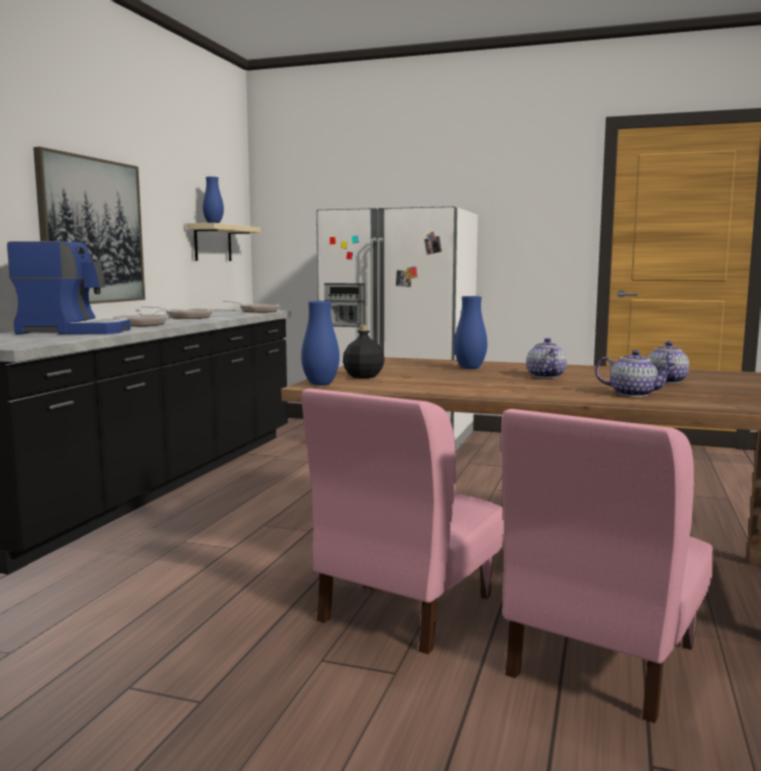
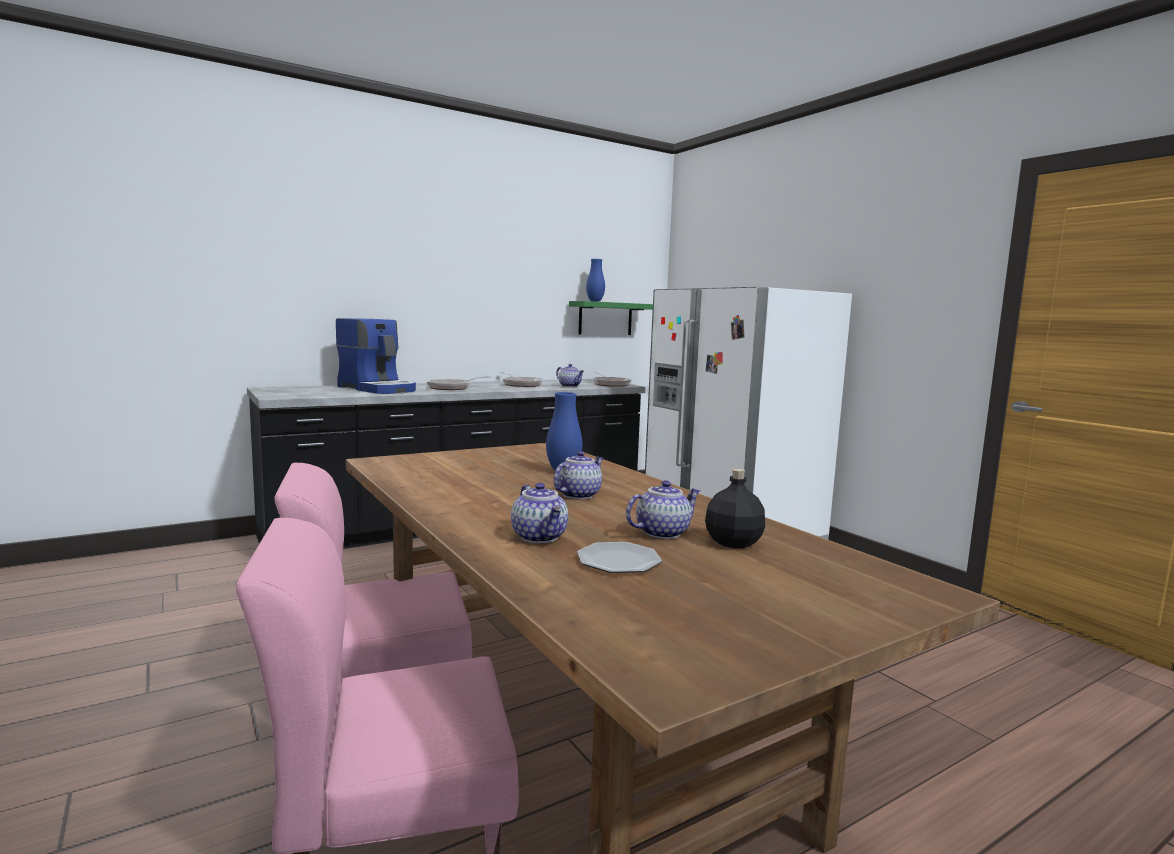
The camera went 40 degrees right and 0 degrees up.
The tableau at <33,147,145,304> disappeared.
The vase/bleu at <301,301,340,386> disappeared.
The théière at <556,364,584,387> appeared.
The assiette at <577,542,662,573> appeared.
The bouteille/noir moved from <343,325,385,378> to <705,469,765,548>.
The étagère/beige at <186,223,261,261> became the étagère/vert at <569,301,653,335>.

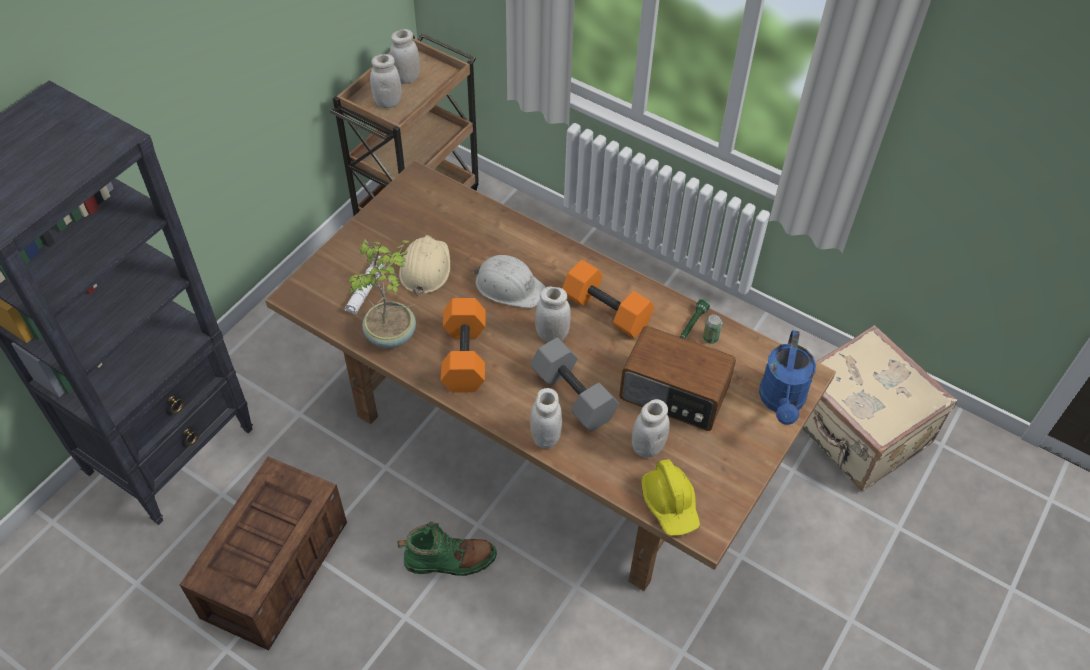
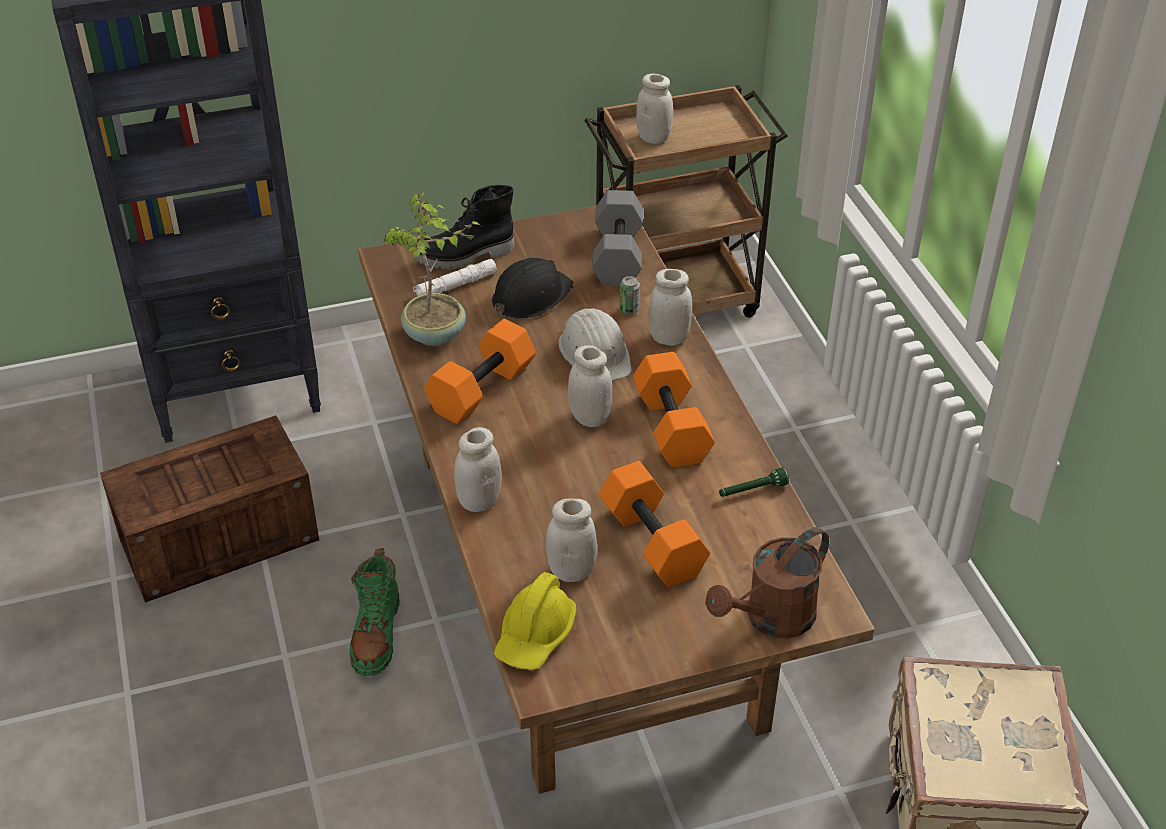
The camera went 40 degrees right and 10 degrees down.
The botte/noir at <415,185,514,269> appeared.
The bocal/blanc moved from <390,29,420,84> to <649,269,692,346>.
The haltère/gris moved from <530,337,620,432> to <592,190,643,286>.
The boîte métallique moved from <703,314,722,344> to <620,276,640,315>.
The radio at <619,326,736,431> was replaced by the haltère/orange at <599,461,710,588>.
The casque de chantier/beige at <399,235,450,296> became the casque de chantier/noir at <492,258,574,319>.
The arrosoir/bleu at <759,330,816,425> became the arrosoir/marron at <705,527,829,639>.
The botte/vert at <397,522,497,576> turned 60 degrees clockwise.

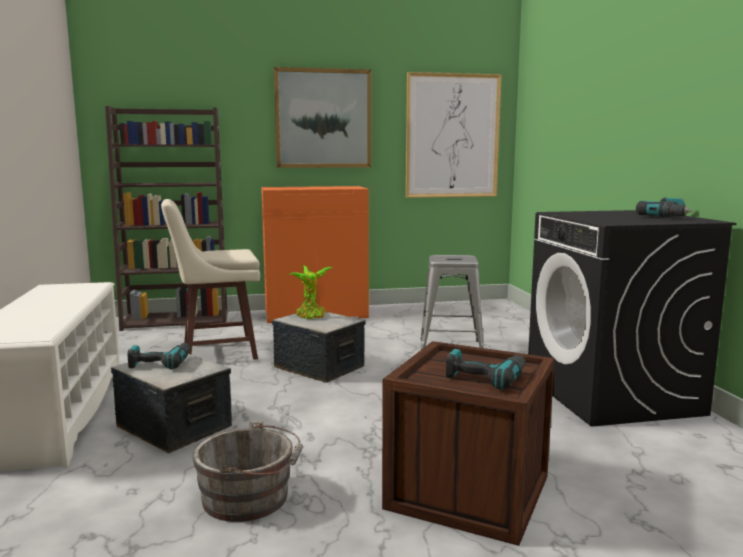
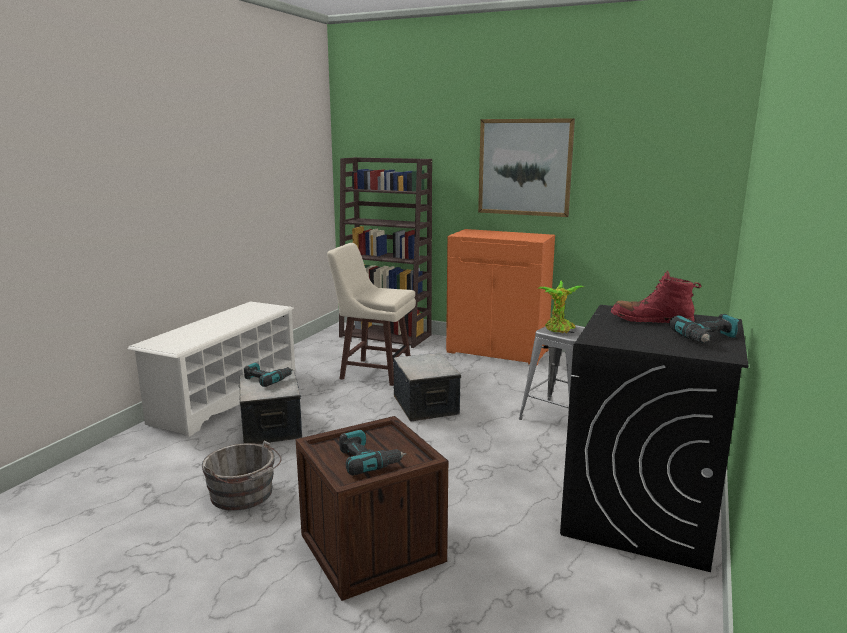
The camera went 35 degrees right and 5 degrees up.
The tableau at <406,72,502,198> disappeared.
The botte/rouge at <611,270,701,323> appeared.
The plante en pot moved from <289,265,332,319> to <537,280,584,333>.

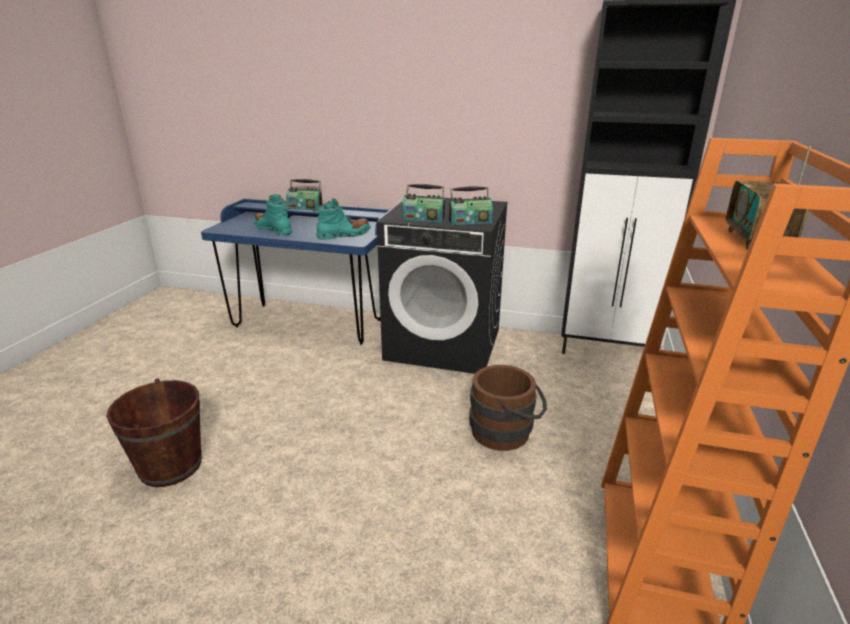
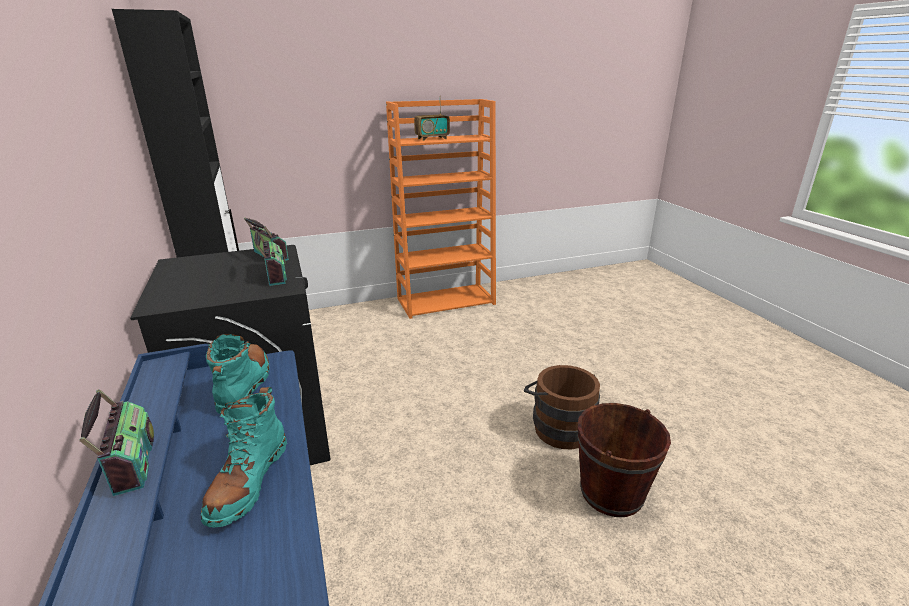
The camera went 125 degrees left and 0 degrees up.
The seau/marron moved from <469,365,547,451> to <524,365,600,449>.
The botte/turquoise at <313,198,371,240> turned 60 degrees clockwise.

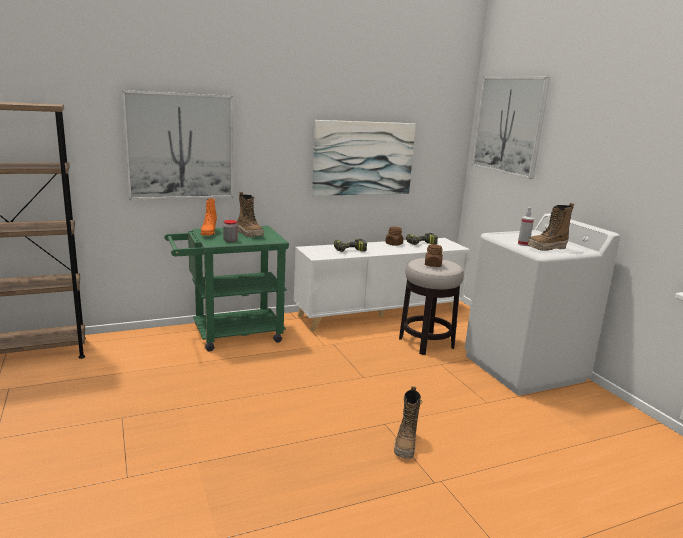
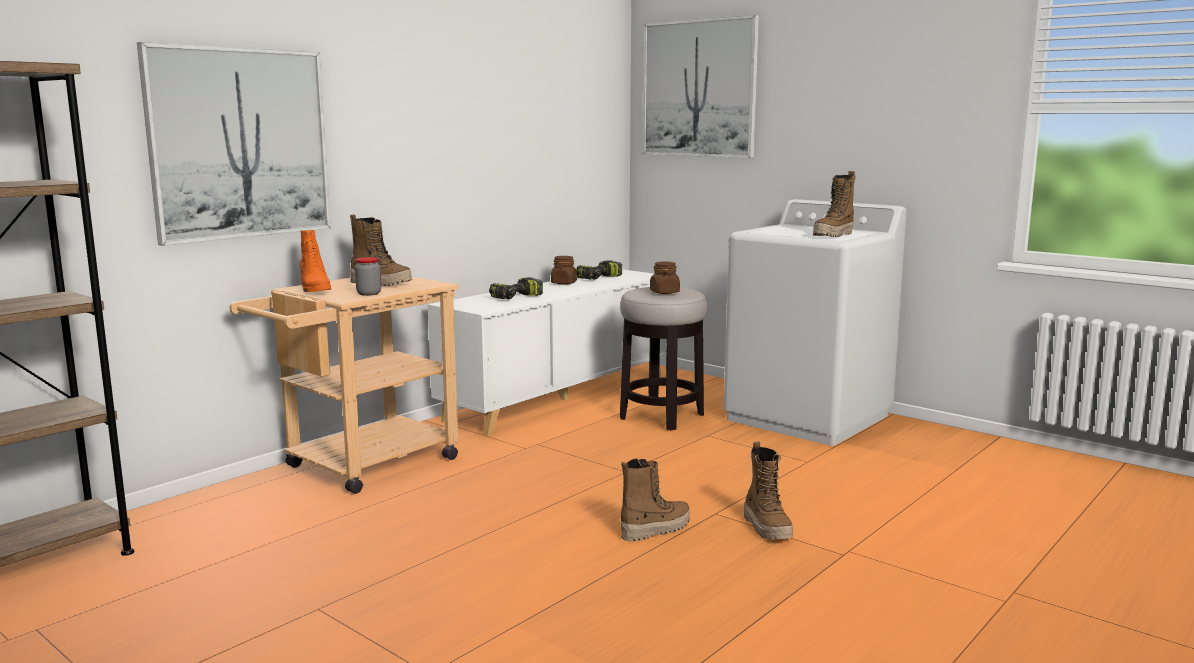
The camera went 25 degrees left and 5 degrees down.
The tableau at <312,120,416,196> disappeared.
The vaporisateur at <518,207,534,246> disappeared.
The botte at <620,458,690,542> appeared.
The chariot/vert at <164,226,289,351> became the chariot/beige at <229,277,459,494>.

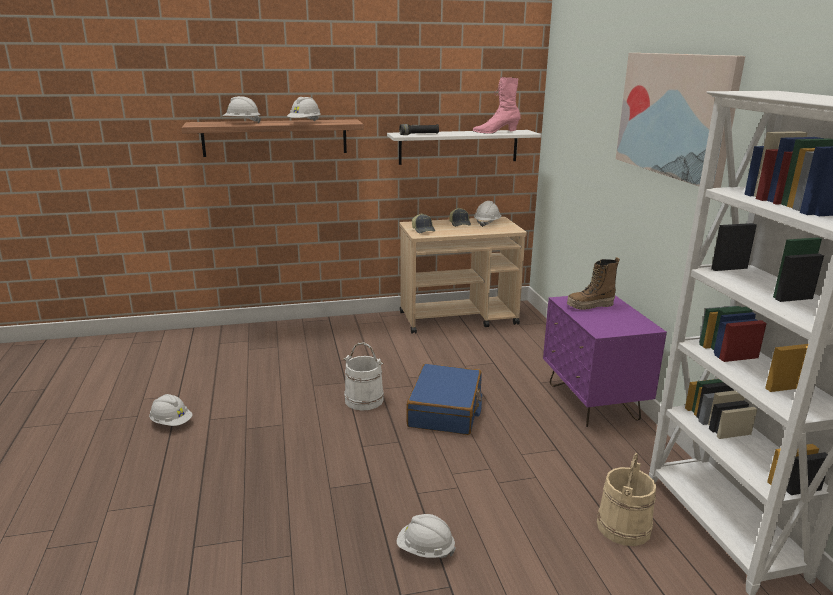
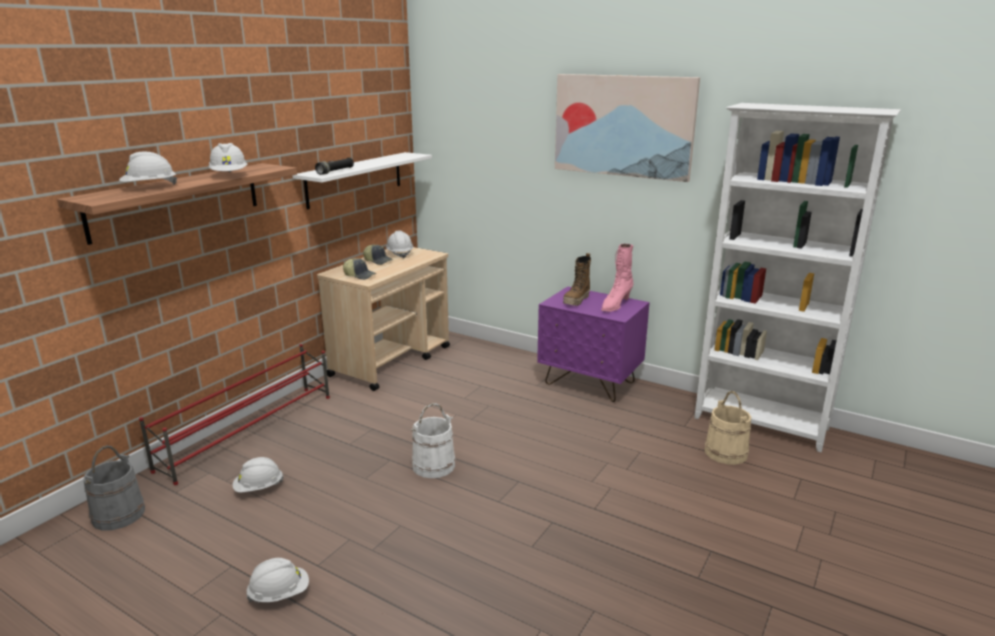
The camera went 45 degrees left and 0 degrees up.
The valise/bleu at <406,364,482,435> disappeared.
The seau/gris at <83,446,145,531> appeared.
The étagère à chaussures/rouge at <139,344,330,485> appeared.
The casque de chantier/blanc moved from <397,514,456,558> to <233,457,283,493>.
The botte/rose moved from <472,77,521,134> to <601,244,633,312>.

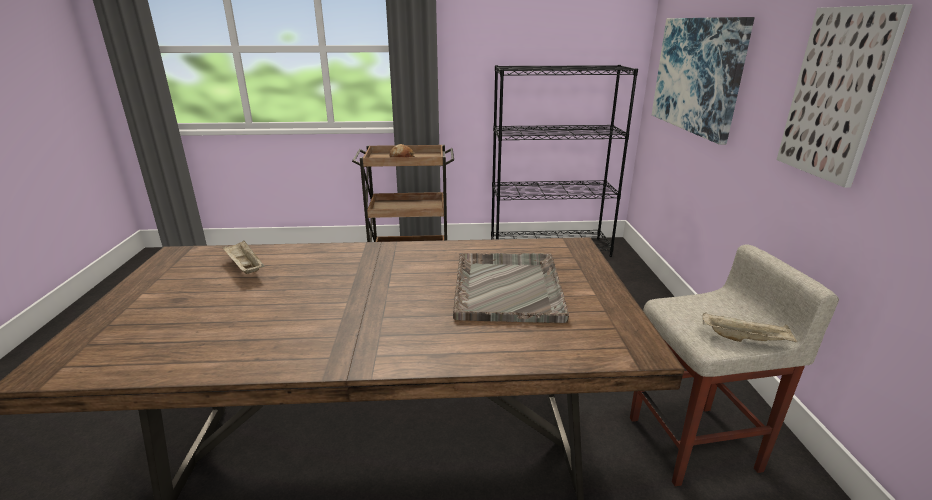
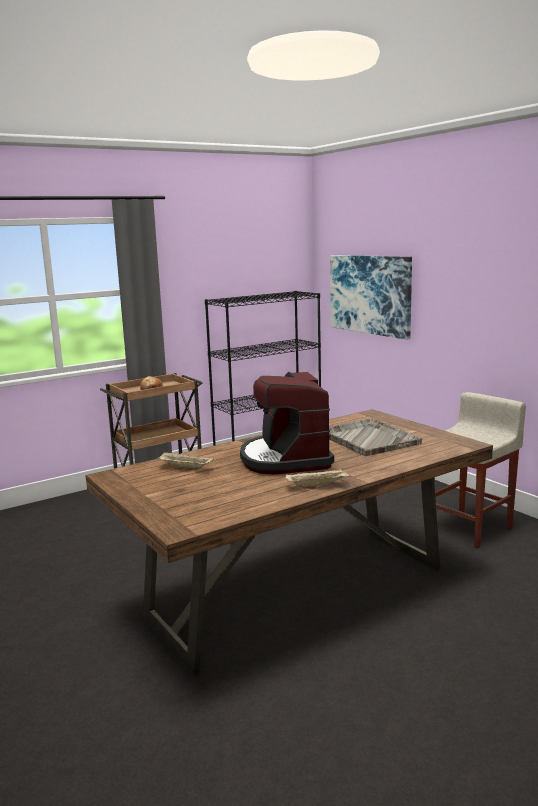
The camera went 30 degrees left and 10 degrees down.
The tableau at <777,4,913,188> disappeared.
The machine à café at <240,372,334,474> appeared.
The plateau/beige moved from <703,313,798,342> to <285,467,350,489>.

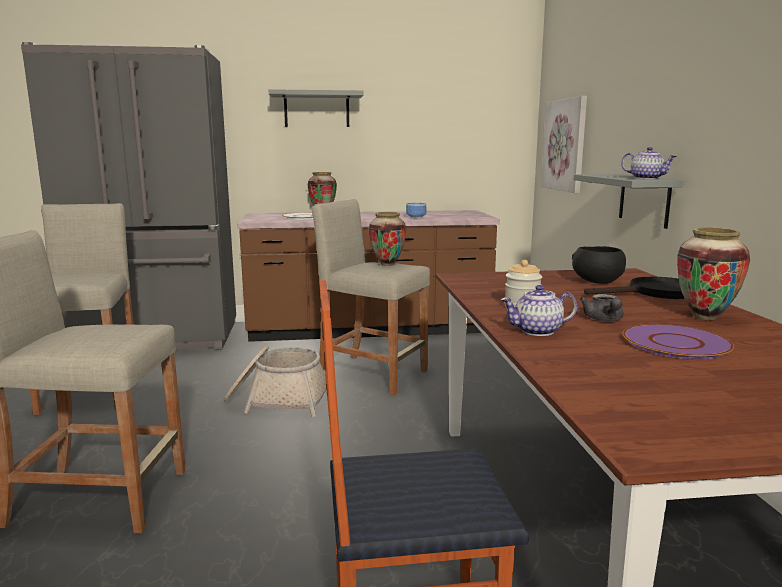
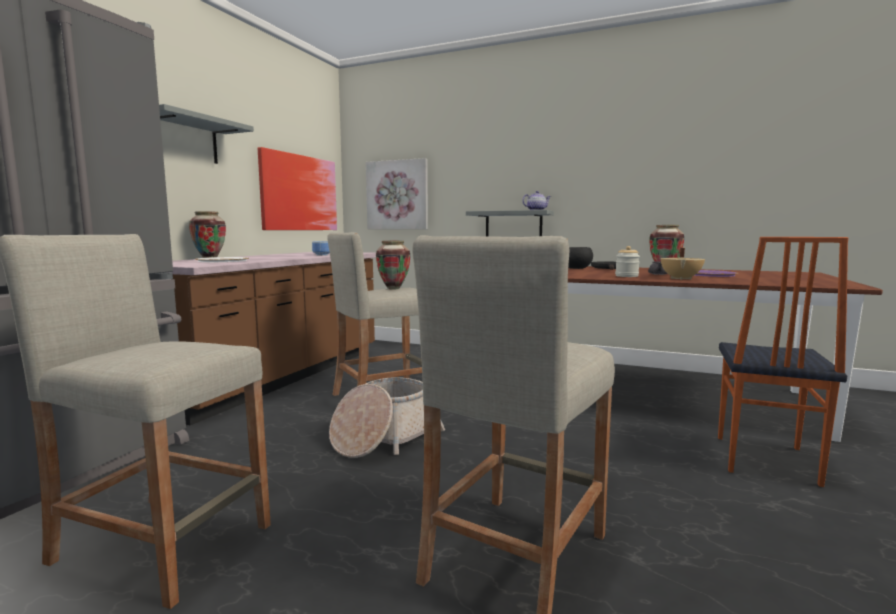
The camera went 60 degrees left and 5 degrees down.
The tableau at <258,147,337,230> appeared.
The théière at <501,285,577,336> was replaced by the marmite/beige at <660,248,705,280>.

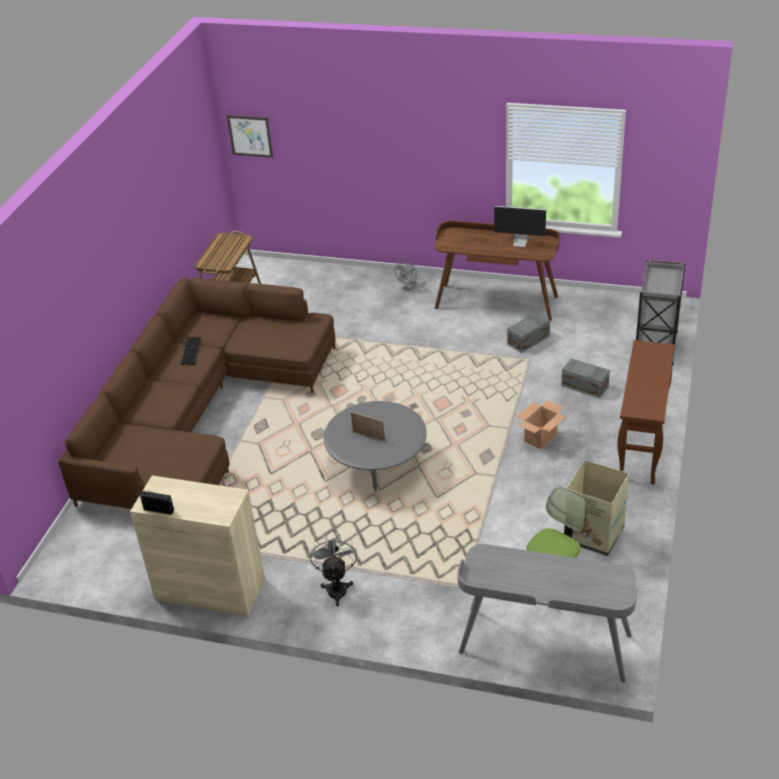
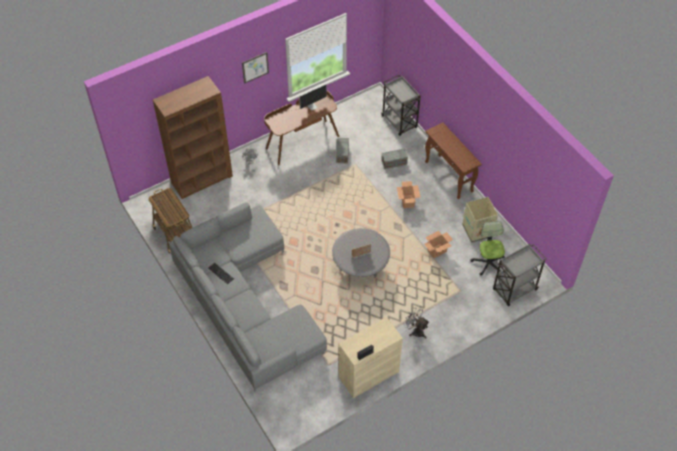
The camera went 50 degrees left and 15 degrees up.
The bibliothèque/marron at <153,76,233,199> appeared.
The carton at <424,231,453,258> appeared.
The tableau moved from <227,115,273,158> to <242,52,269,84>.
The bureau/gris at <457,544,638,683> was replaced by the chariot/gris at <493,244,546,306>.
The canapé/marron at <58,277,336,509> became the canapé/gris at <169,202,327,391>.

